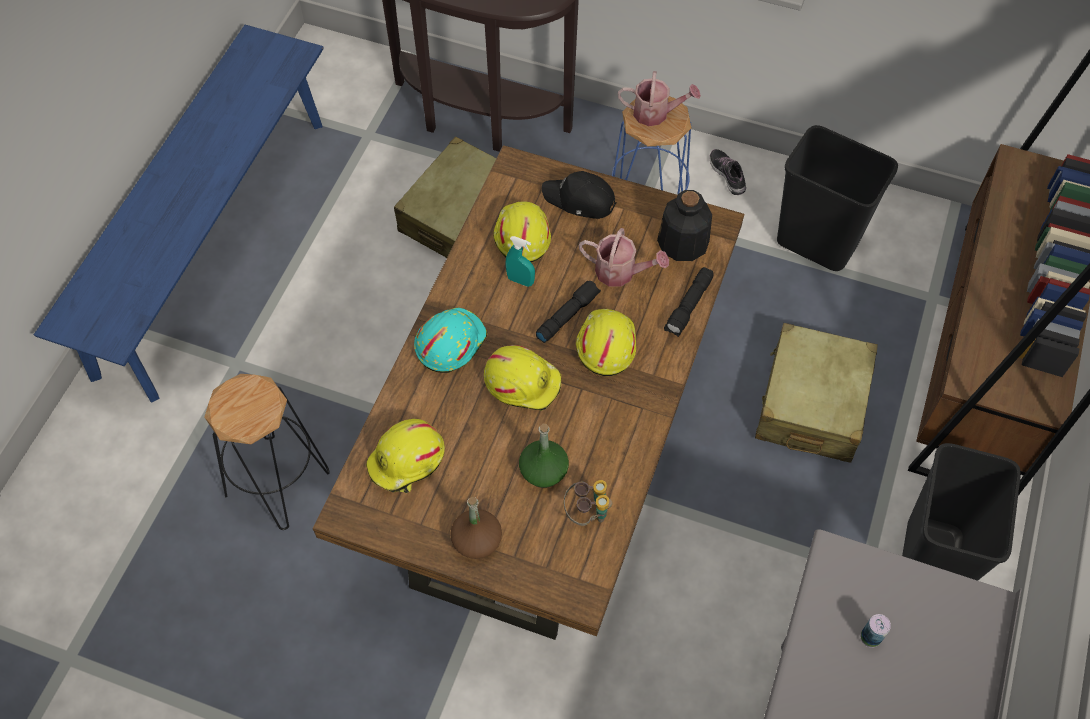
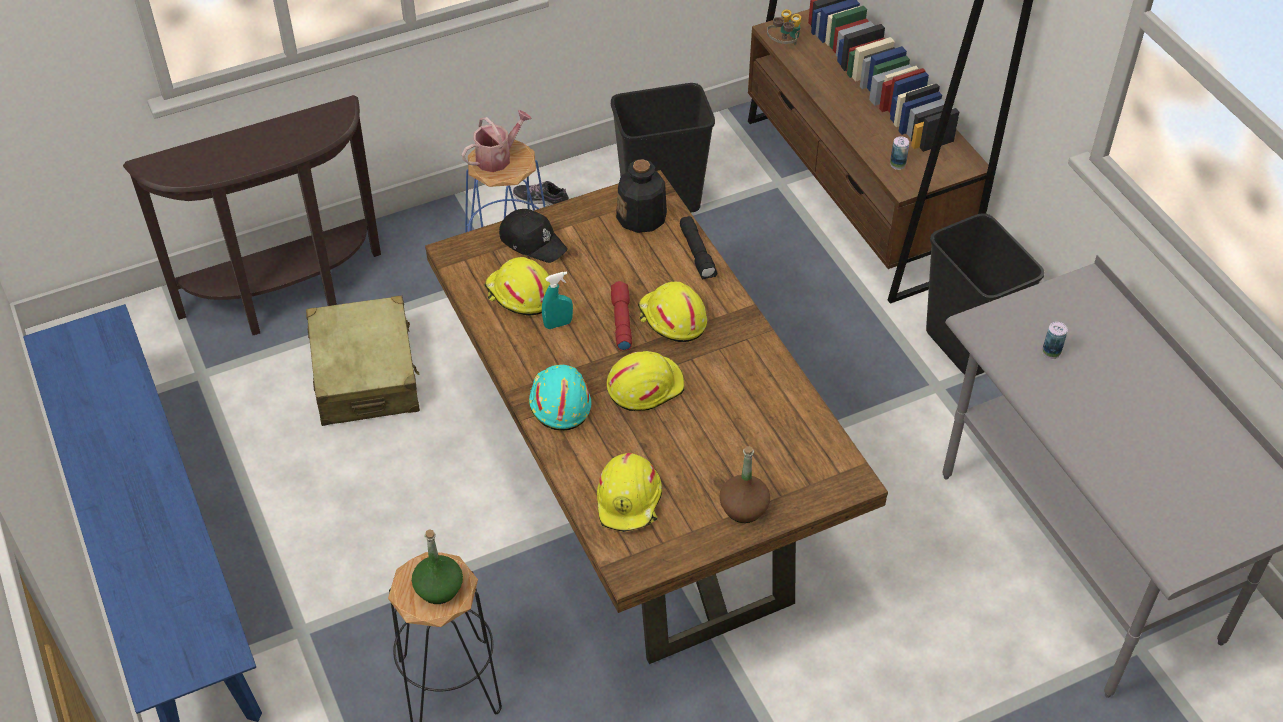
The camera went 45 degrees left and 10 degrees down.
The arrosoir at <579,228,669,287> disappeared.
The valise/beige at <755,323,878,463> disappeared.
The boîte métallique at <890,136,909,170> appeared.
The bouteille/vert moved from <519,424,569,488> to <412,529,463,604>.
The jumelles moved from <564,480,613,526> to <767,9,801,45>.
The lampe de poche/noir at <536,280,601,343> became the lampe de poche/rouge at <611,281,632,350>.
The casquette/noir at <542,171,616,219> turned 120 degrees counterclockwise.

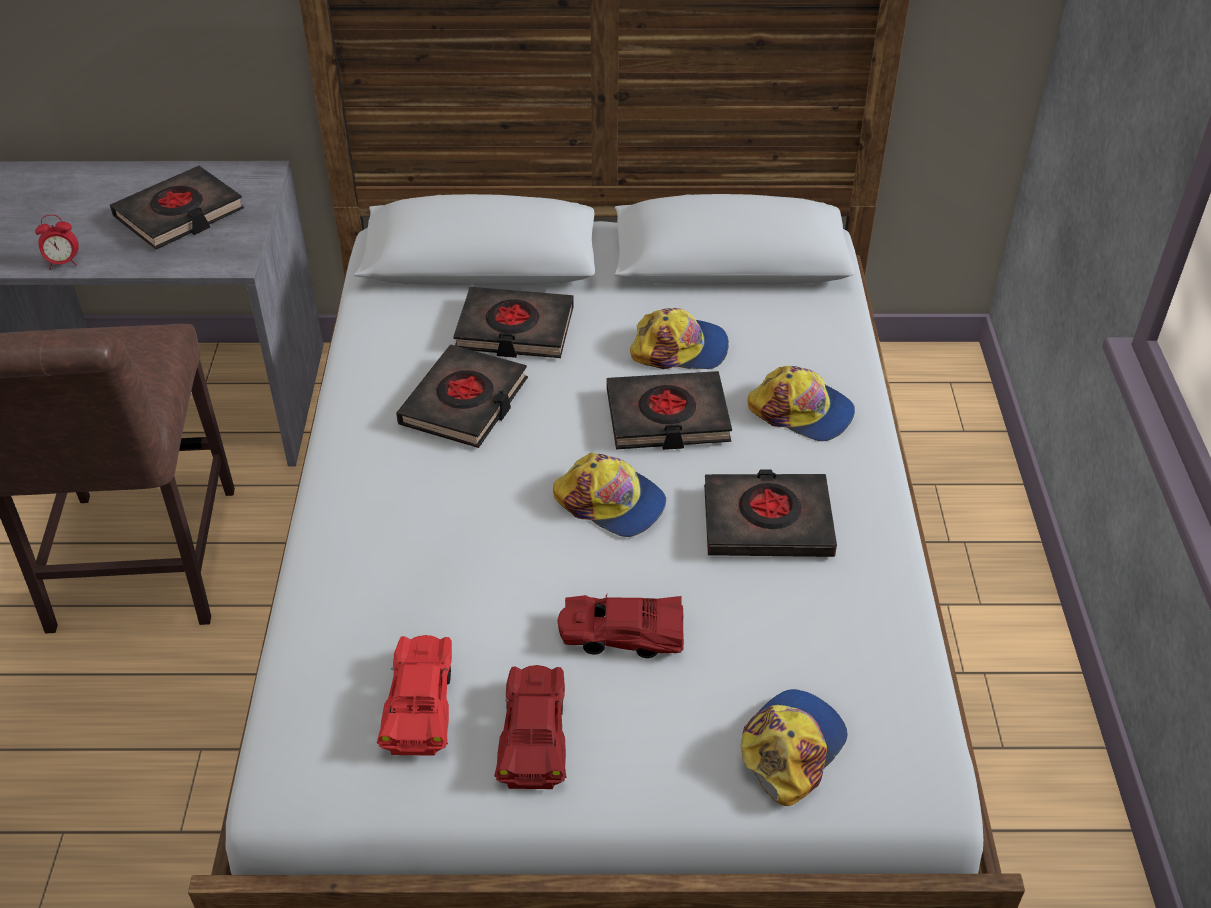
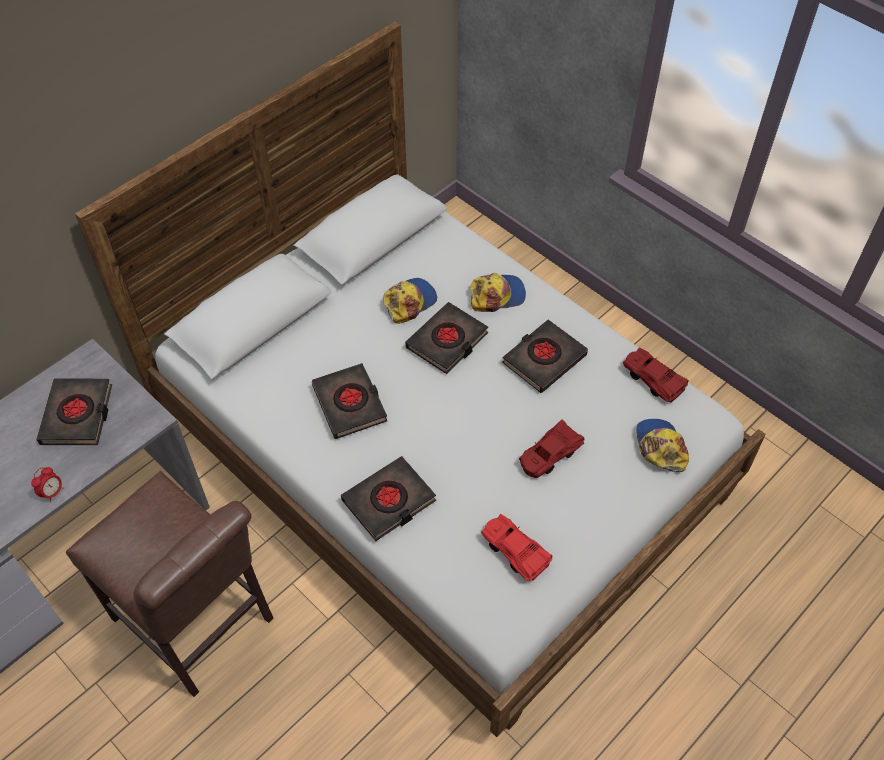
The camera went 45 degrees left and 10 degrees up.
The casquette at <553,453,666,537> disappeared.
The livre/noir moved from <453,287,574,358> to <341,456,436,541>.
The petite voiture/rouge moved from <494,665,566,789> to <623,347,688,403>.

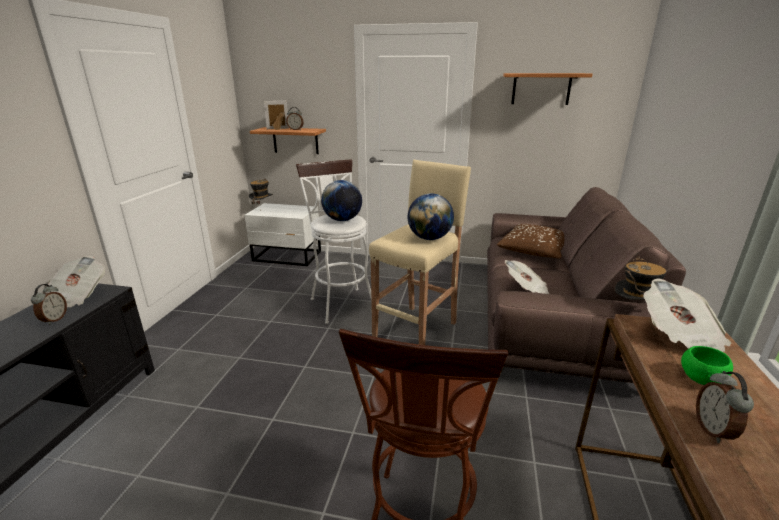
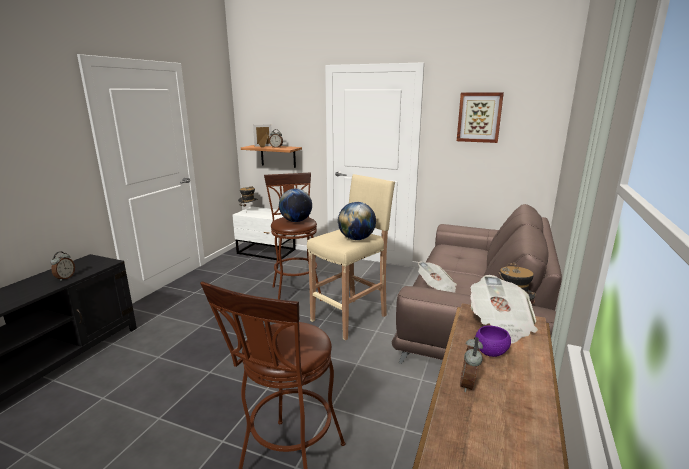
The camera went 10 degrees right and 5 degrees down.
The journal at <48,256,106,307> disappeared.
The coussin/marron at <497,224,564,258> disappeared.
The étagère at <503,73,593,105> was replaced by the tableau at <457,92,504,143>.
The tabouret/blanc at <296,159,371,324> became the tabouret/marron at <264,173,322,301>.
The bol/vert at <681,346,733,385> became the bol/violet at <475,326,511,357>.

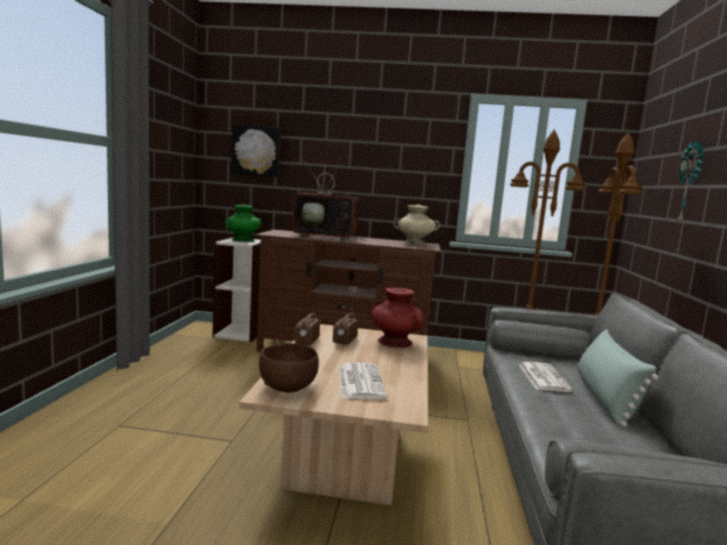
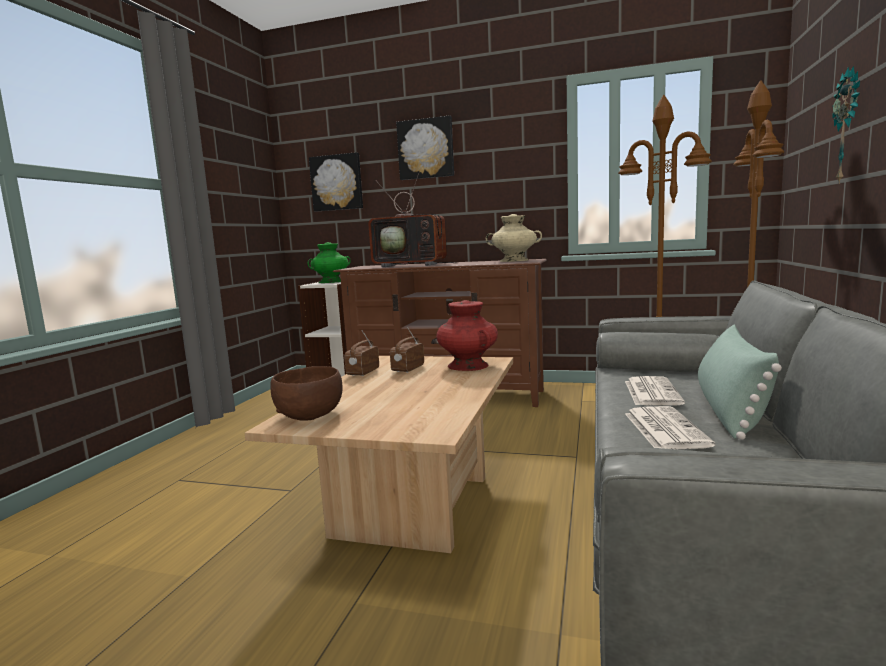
The camera went 10 degrees right and 0 degrees up.
The tableau at <396,115,454,180> appeared.
The journal moved from <339,362,387,399> to <625,406,716,449>.

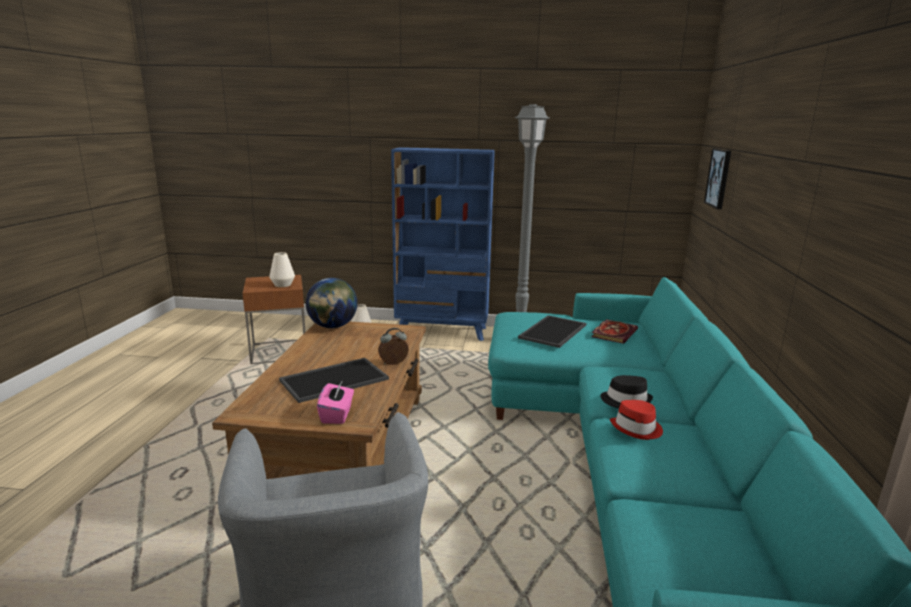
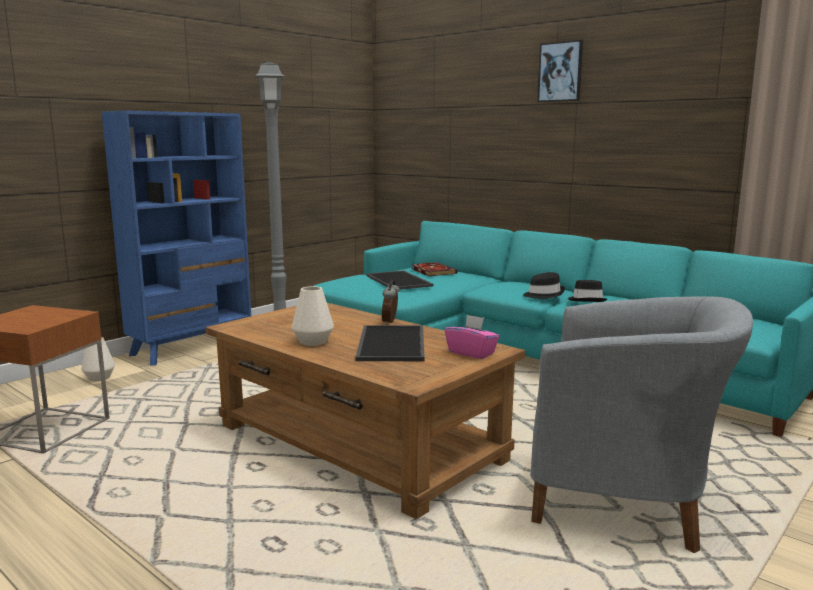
The camera went 55 degrees left and 5 degrees down.
The globe at <306,278,358,328> disappeared.
The vase/blanc moved from <269,252,295,287> to <292,286,334,346>.
The tableau moved from <704,148,731,209> to <537,40,583,102>.
The chapeau/rouge at <610,400,663,440> became the chapeau/noir at <568,280,607,302>.

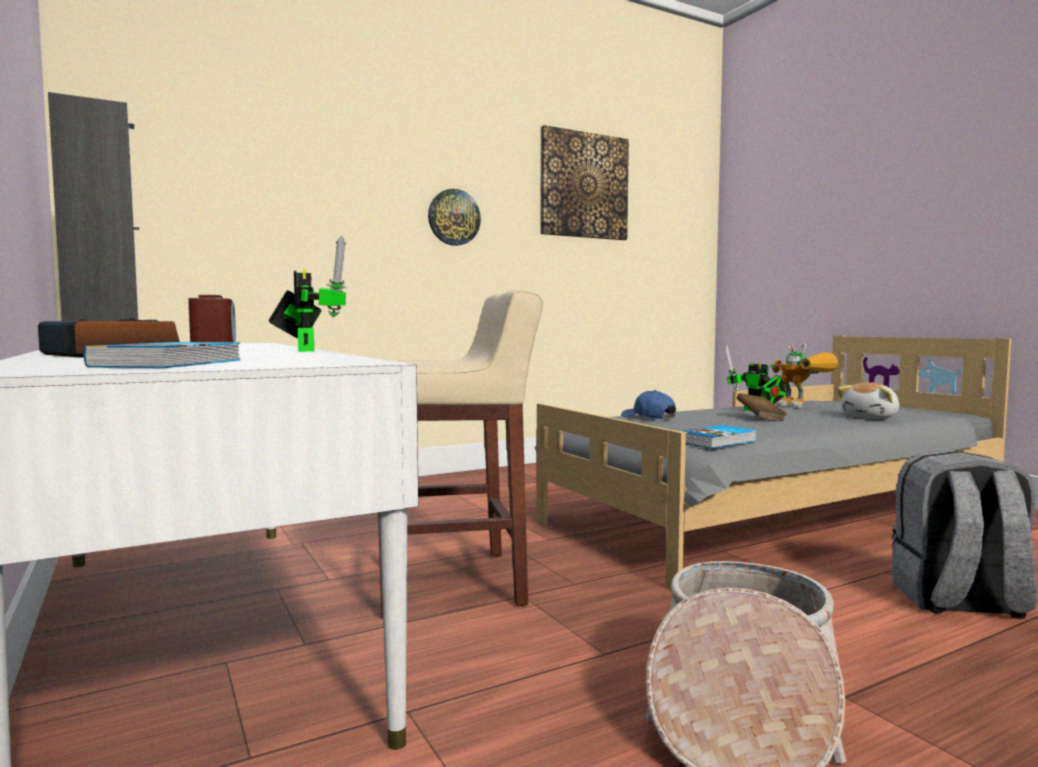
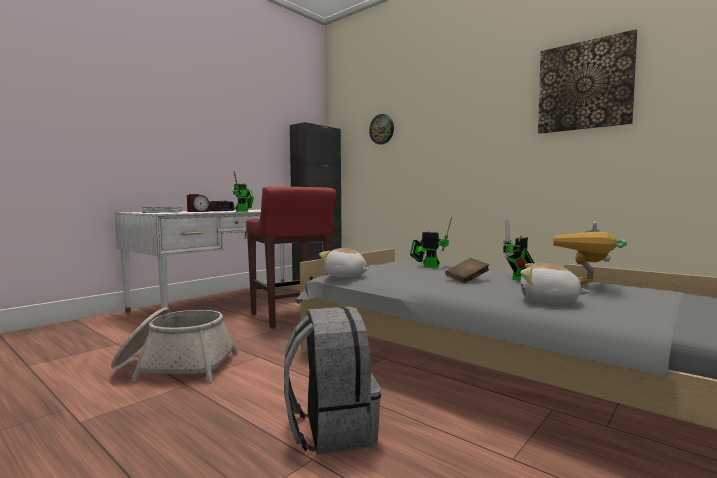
The camera went 70 degrees right and 0 degrees up.
The horloge murale moved from <428,189,481,246> to <369,114,394,145>.
The casquette/bleu at <621,390,676,419> was replaced by the robot jouet at <410,217,452,268>.
The livre at <680,425,757,449> was replaced by the peluche at <319,248,368,277>.
The tabouret/beige at <378,289,543,618> became the tabouret/rouge at <246,187,336,329>.

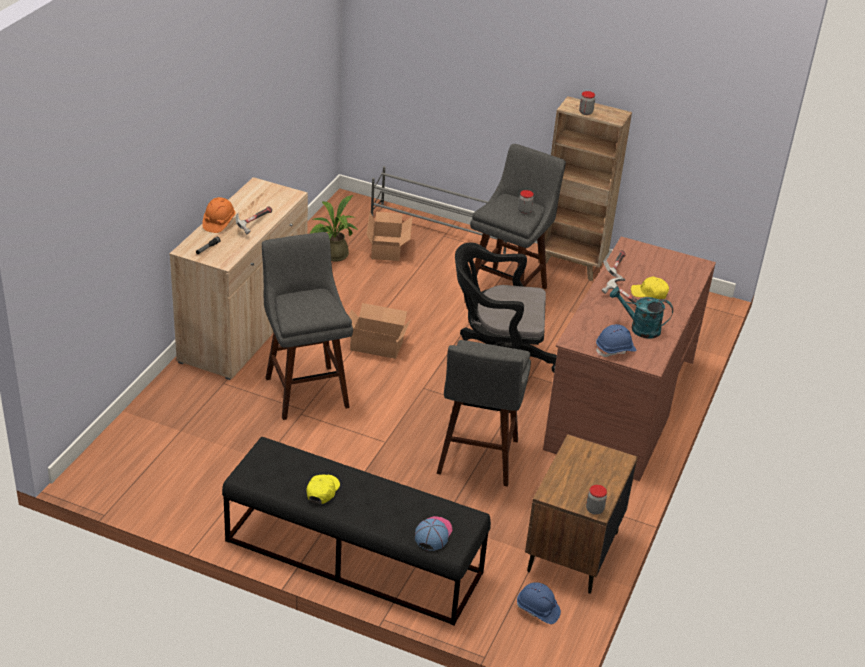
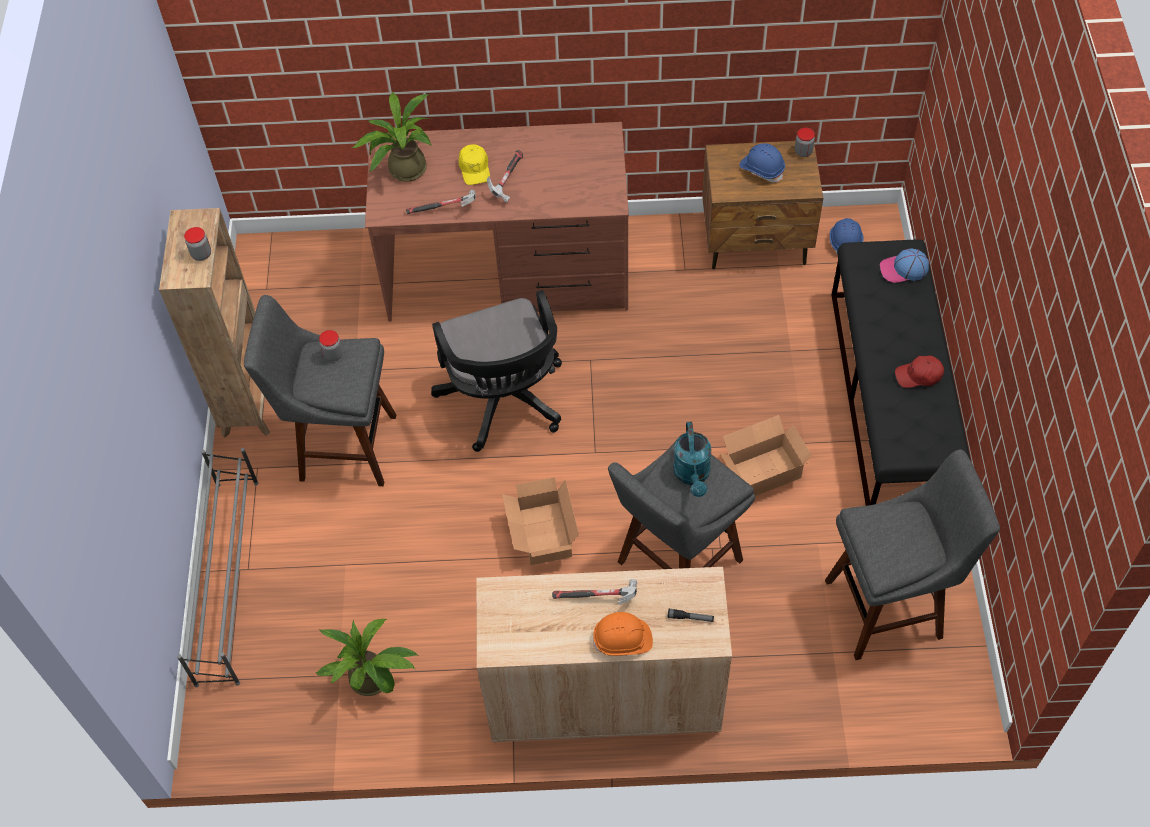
The camera went 110 degrees left and 20 degrees up.
The plante en pot at <352,92,432,182> appeared.
The carton moved from <367,212,413,261> to <720,415,812,496>.
The tabouret/gris moved from <436,340,531,487> to <825,449,1000,660>.
The casque de chantier/bleu moved from <596,324,636,357> to <739,143,785,182>.
The arrosoir/turquoise moved from <610,287,673,339> to <673,421,711,497>.
The casquette/jaune at <306,474,340,504> became the casquette/rouge at <895,356,944,388>.

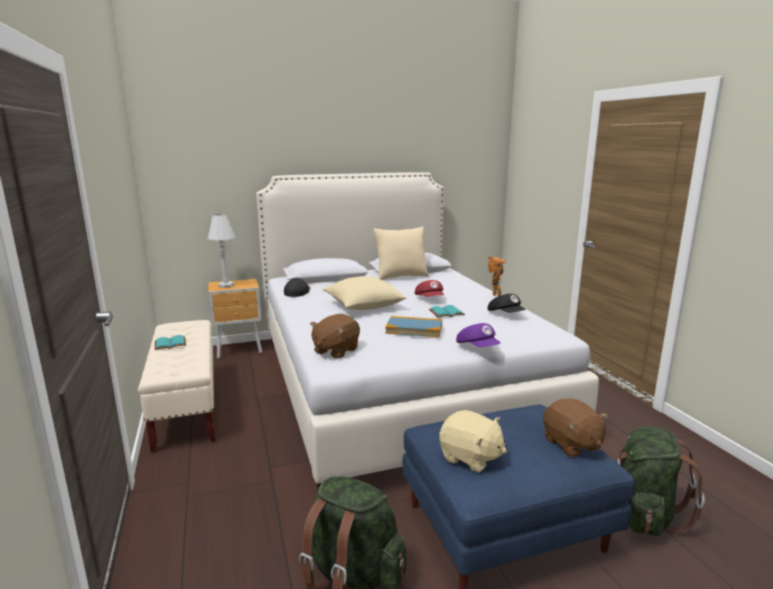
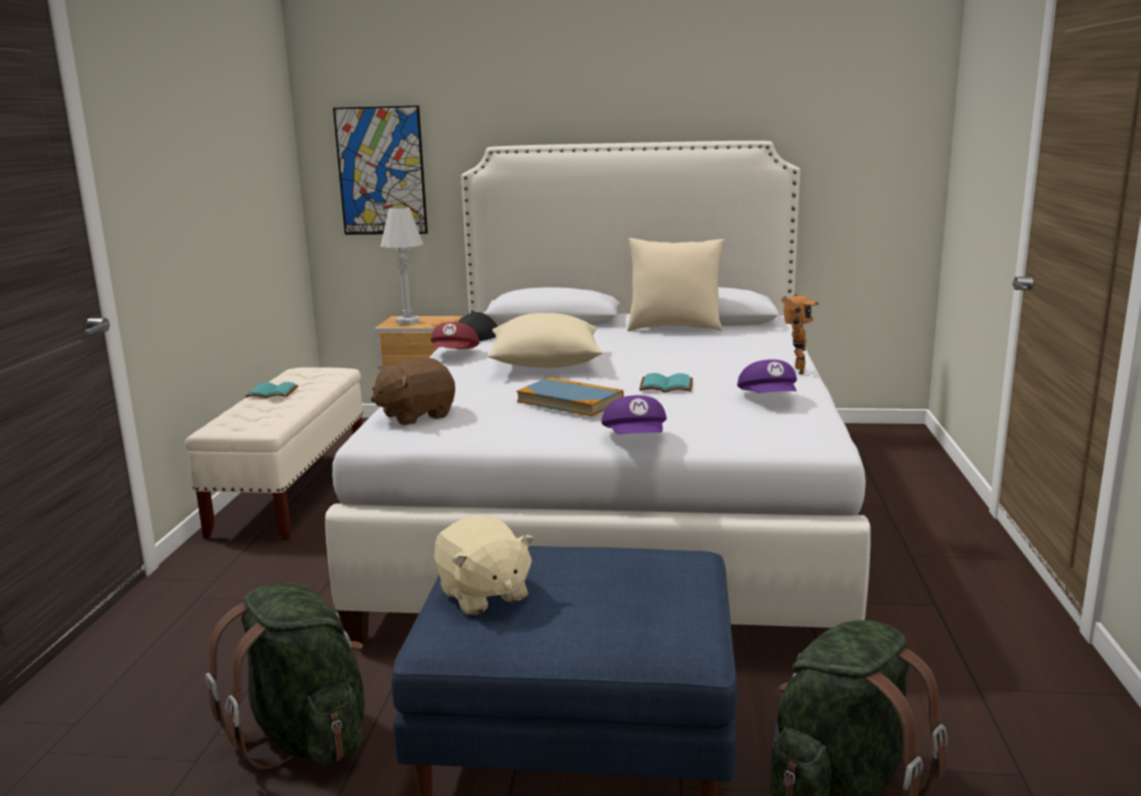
The camera went 25 degrees right and 0 degrees up.
The peluche/marron at <543,398,608,457> disappeared.
The tableau at <333,106,428,235> appeared.
The casquette/rouge moved from <415,280,444,297> to <431,322,479,349>.
The casquette/noir at <488,294,526,313> became the casquette/violet at <737,359,797,393>.

